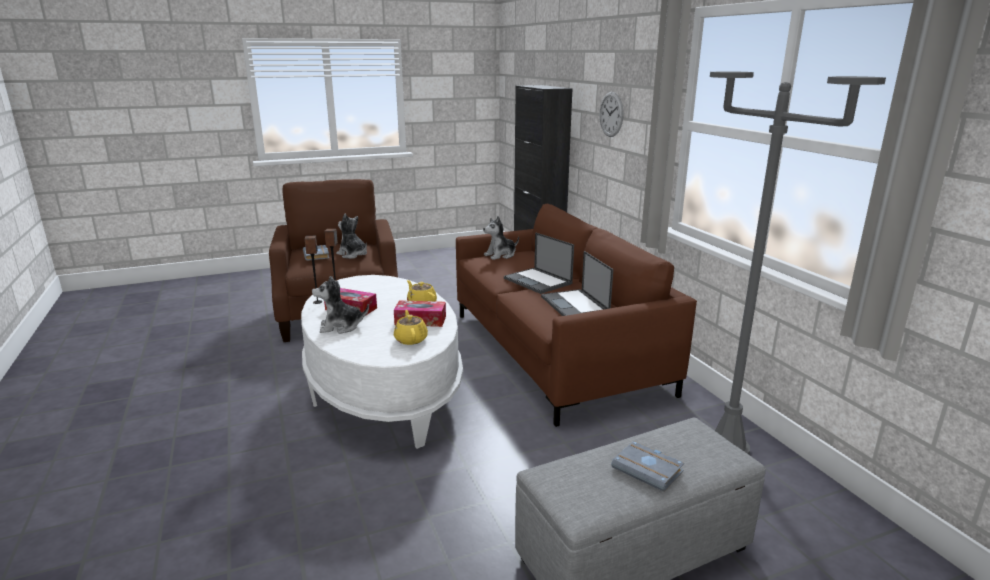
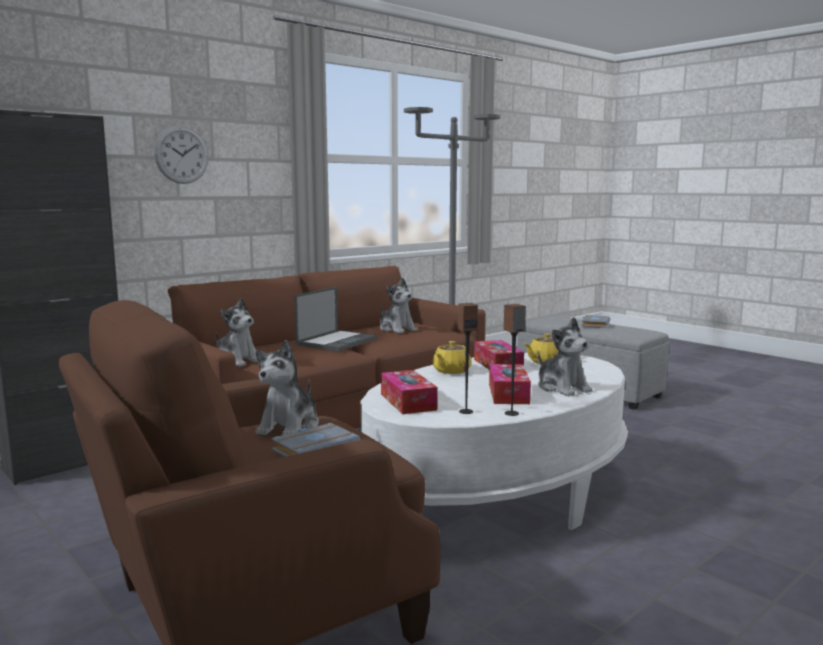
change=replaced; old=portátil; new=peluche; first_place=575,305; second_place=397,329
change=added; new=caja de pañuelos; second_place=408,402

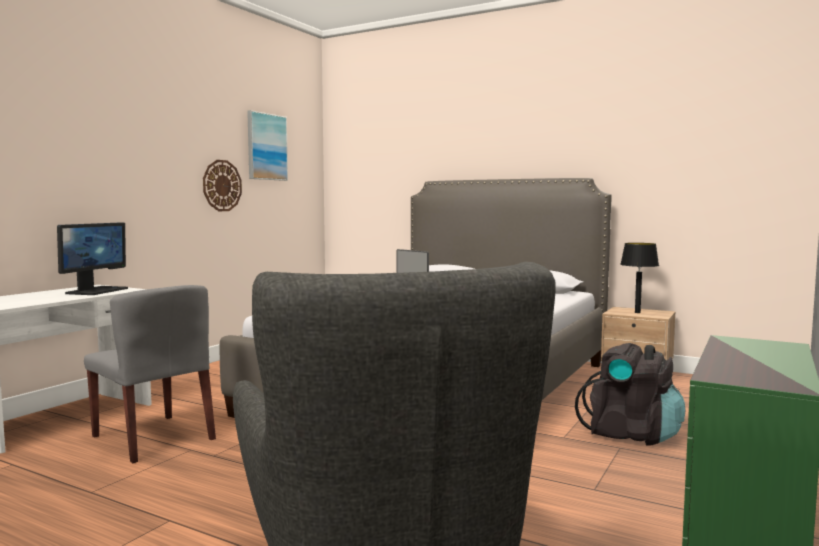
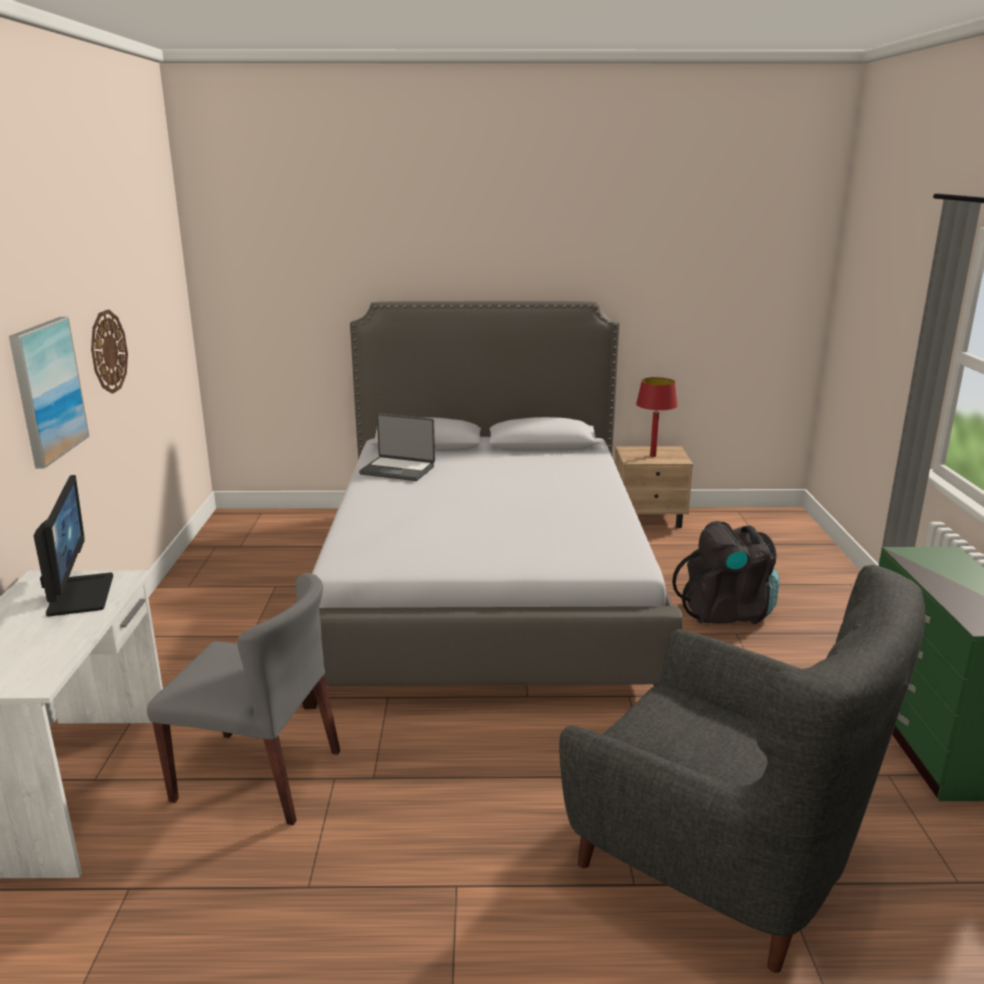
change=moved; old=cuadro; first_place=266,147; second_place=48,390
change=recoloured; old=lámpara de mesa/negro; new=lámpara de mesa/rojo; first_place=637,312; second_place=653,456

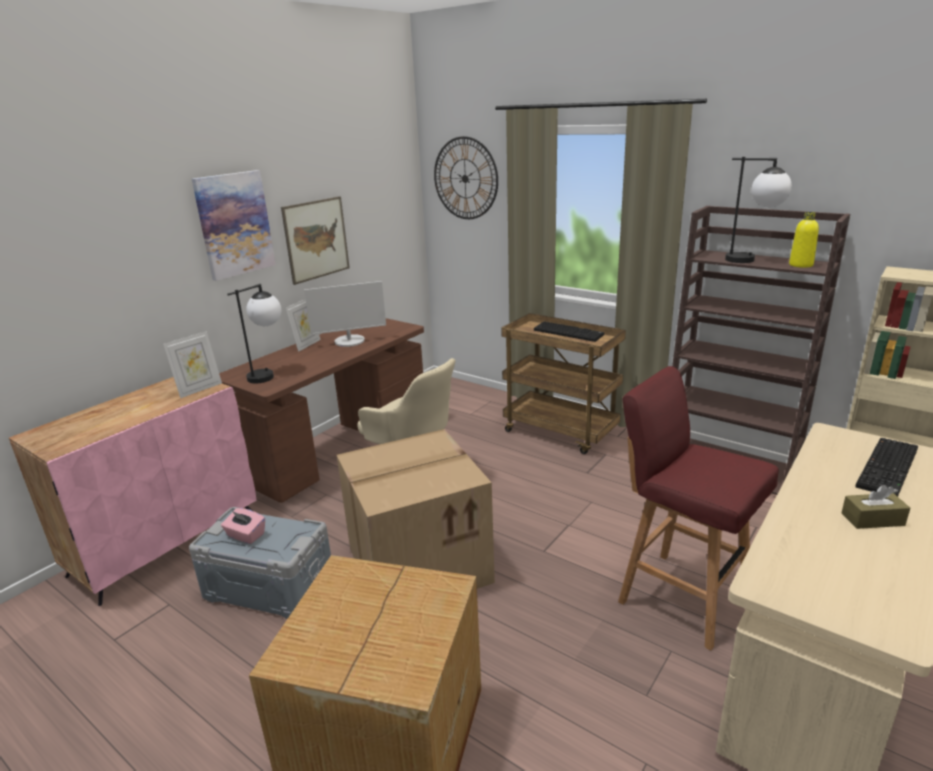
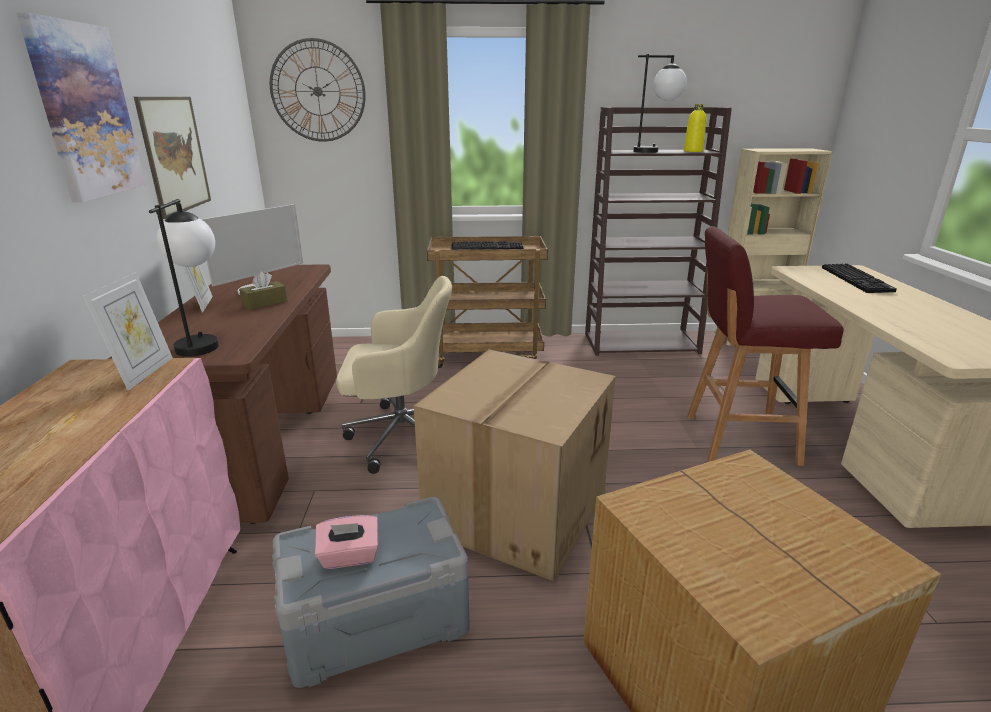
change=moved; old=caja de pañuelos/marrón; first_place=872,519; second_place=265,303

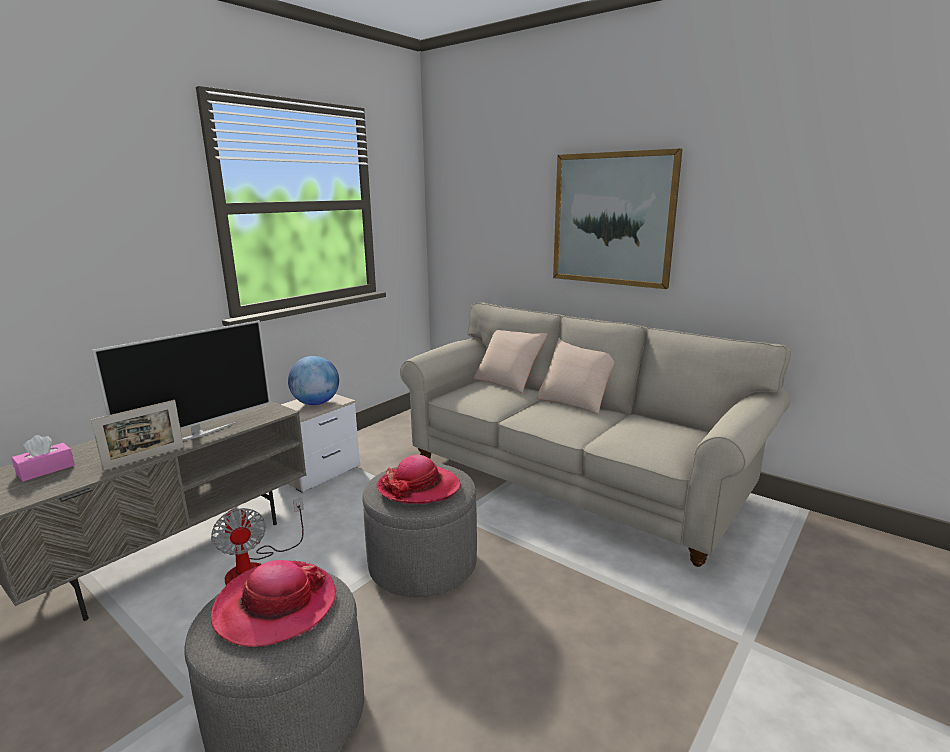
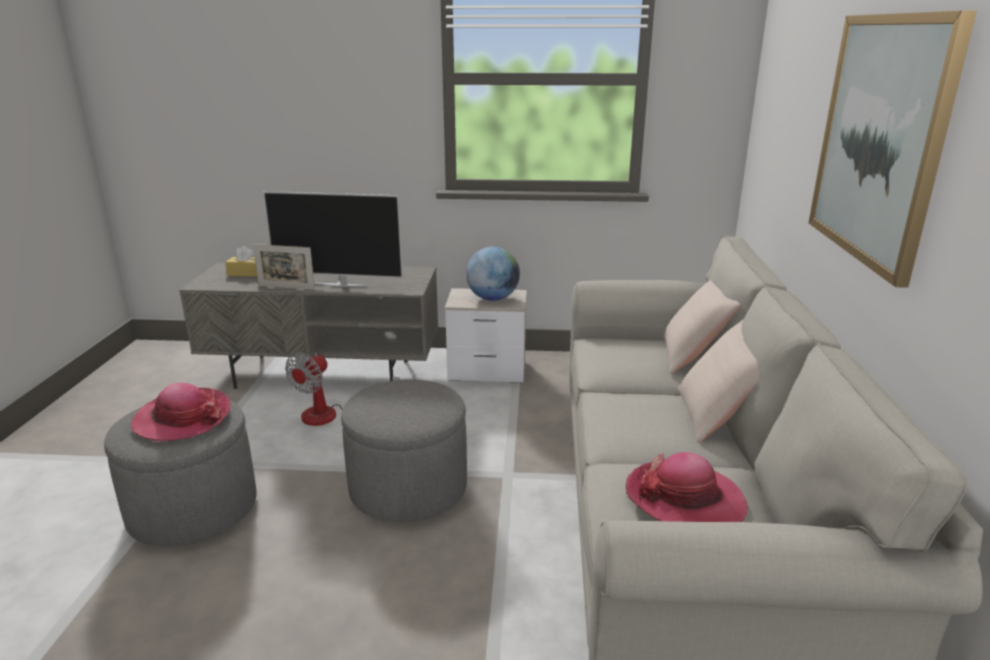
change=recoloured; old=caja de pañuelos/rosa; new=caja de pañuelos/amarillo; first_place=46,470; second_place=246,273
change=moved; old=sombrero; first_place=418,488; second_place=685,500

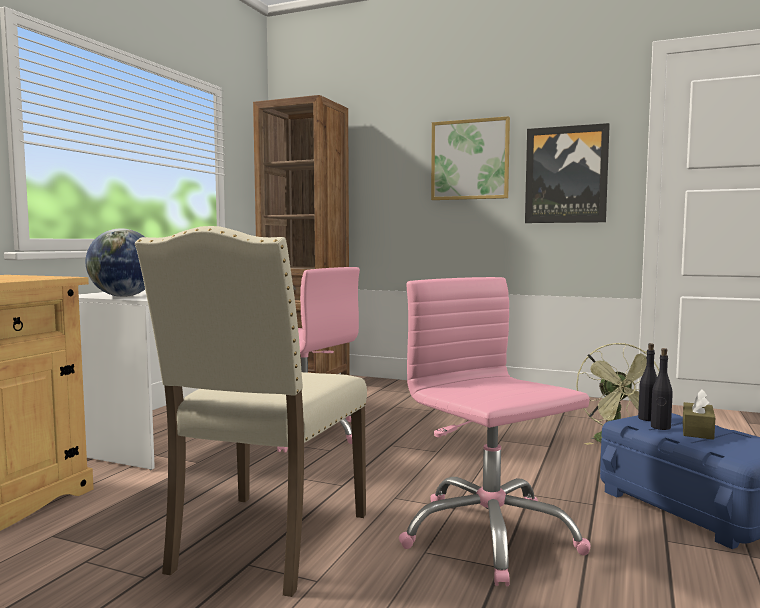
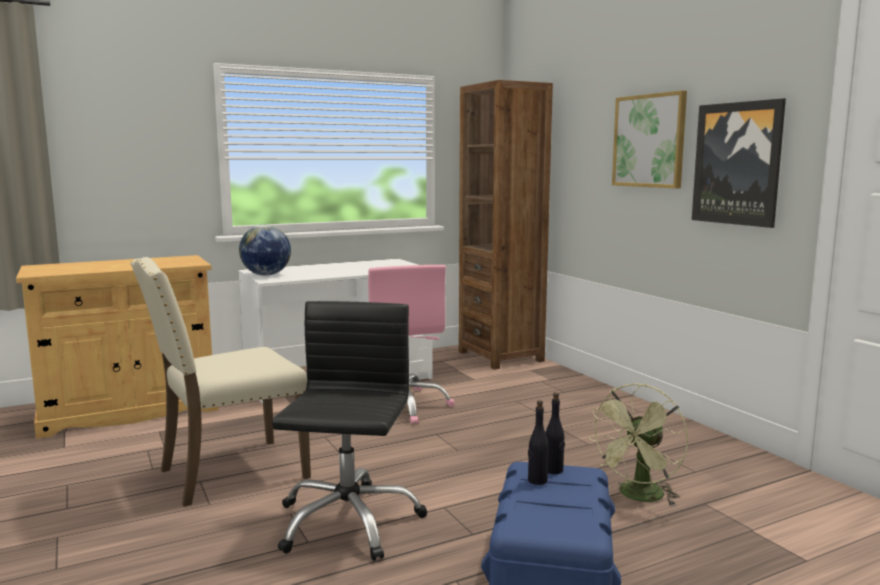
change=recoloured; old=silla de oficina/rosa; new=silla de oficina/negro; first_place=489,535; second_place=347,521
change=removed; old=caja de pañuelos/marrón; first_place=697,430

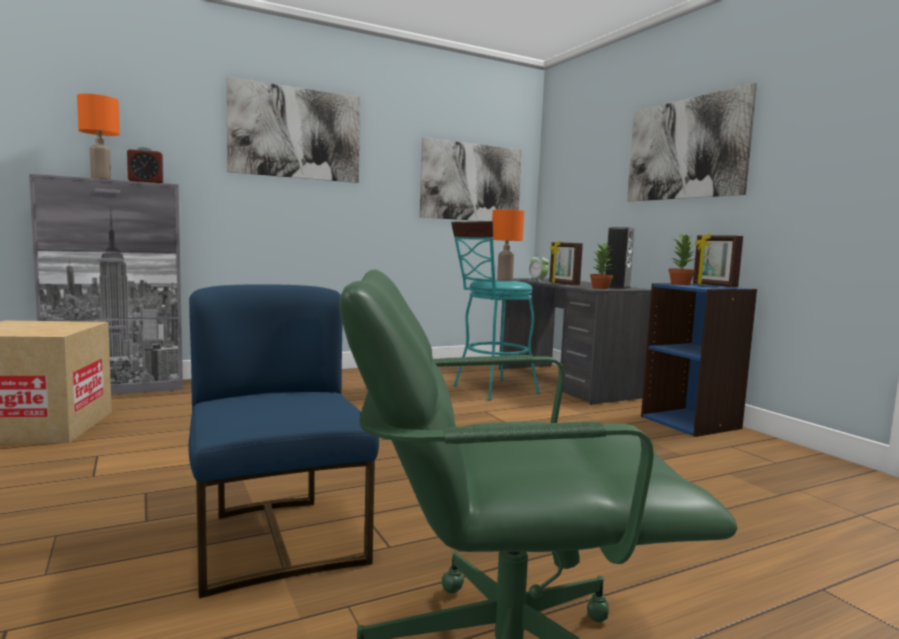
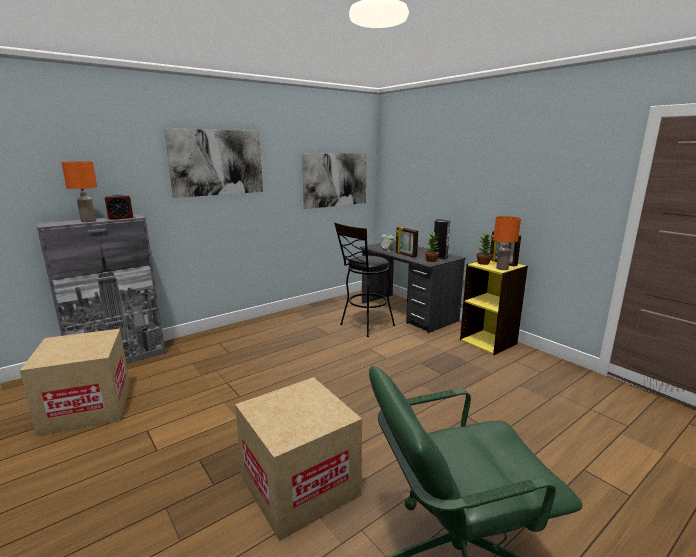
change=replaced; old=silla/azul; new=caja de cartón; first_place=278,540; second_place=300,486
change=recoloured; old=taburete/turquesa; new=taburete/negro; first_place=490,390; second_place=364,326
change=moved; old=lámpara de mesa/naranja; first_place=505,280; second_place=502,268
change=removed; old=cuadro; first_place=685,149
change=recoloured; old=estantería/azul; new=estantería/amarillo; first_place=691,422; second_place=488,342

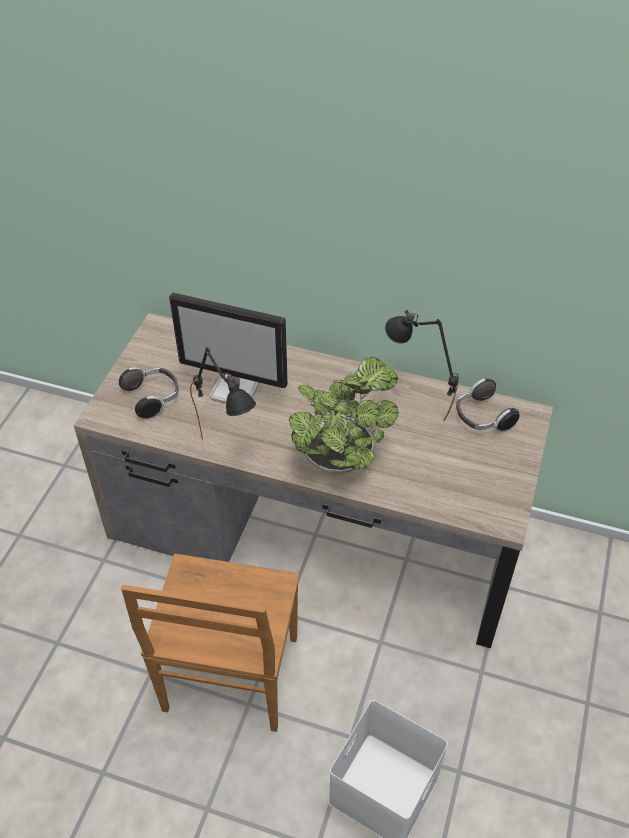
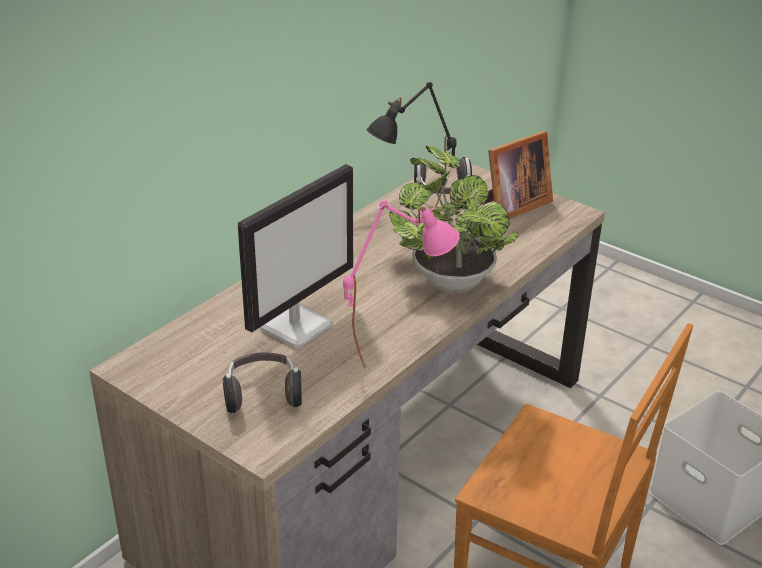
change=recoloured; old=lámpara de mesa/negro; new=lámpara de mesa/rosa; first_place=228,452; second_place=397,352
change=added; new=portarretratos; second_place=511,206

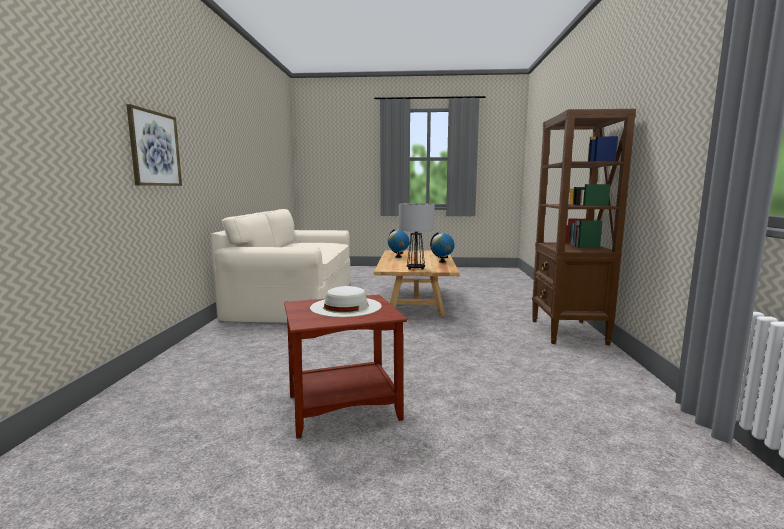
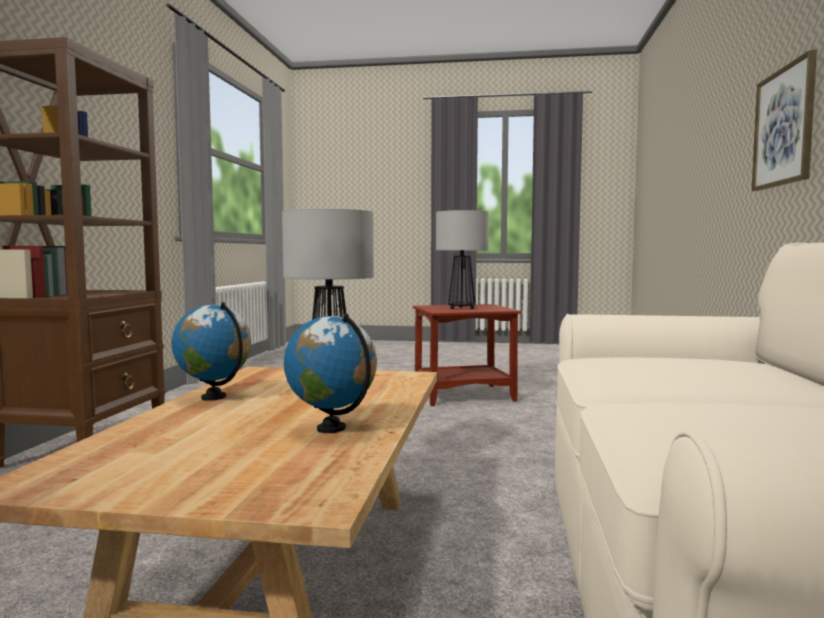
change=replaced; old=sombrero/blanco; new=lámpara de mesa; first_place=345,306; second_place=461,308

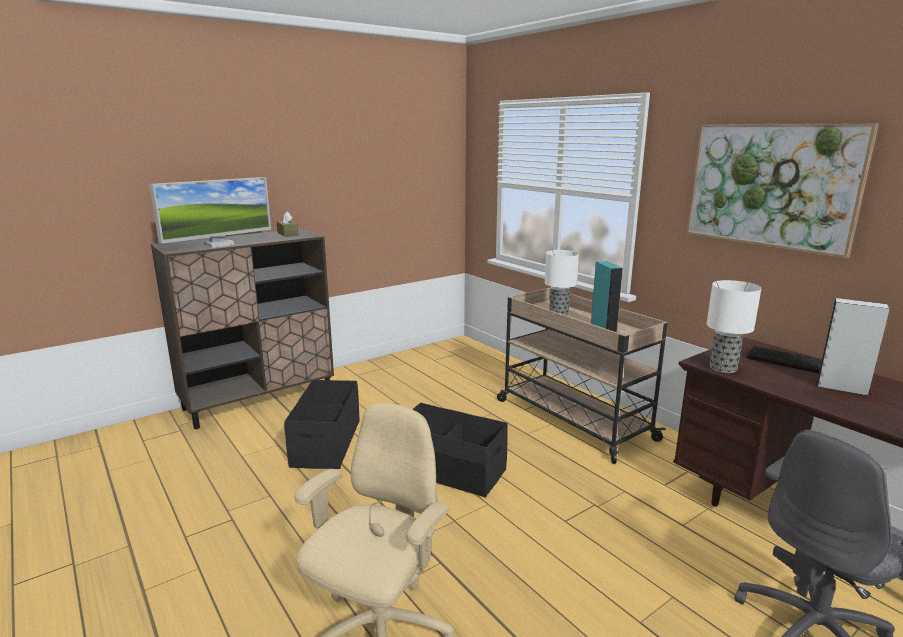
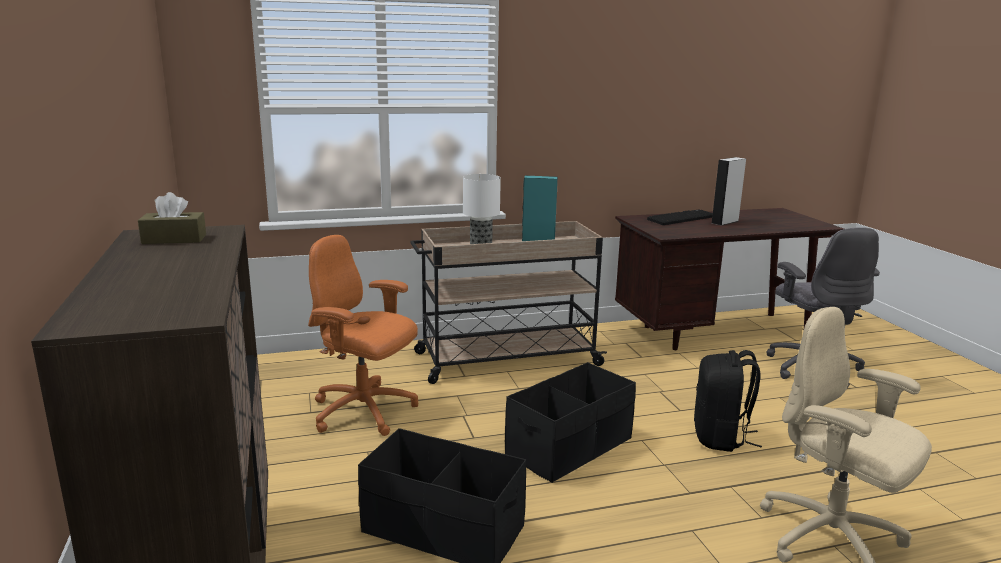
change=removed; old=monitor; first_place=219,244
change=removed; old=cuadro; first_place=771,185
change=removed; old=lámpara de mesa; first_place=723,367
change=added; new=silla de oficina/naranja; second_place=364,412
change=added; new=mochila/negro; second_place=720,438

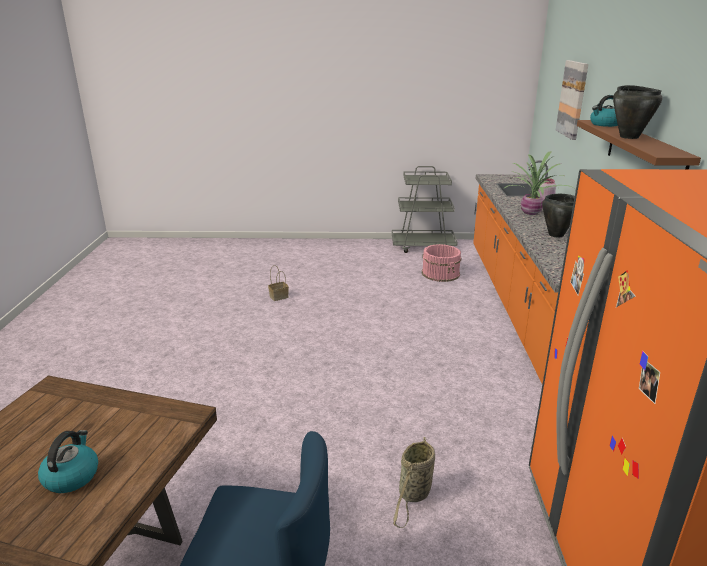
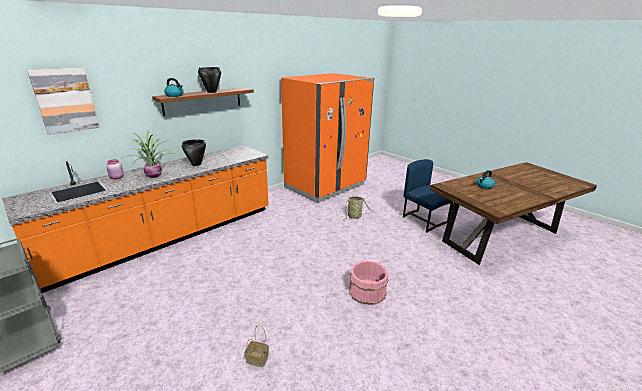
change=moved; old=cubo/rosa; first_place=441,273; second_place=367,291

